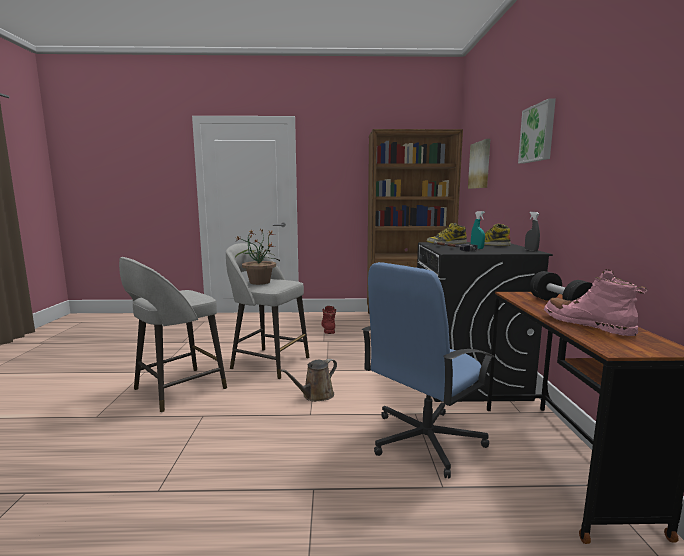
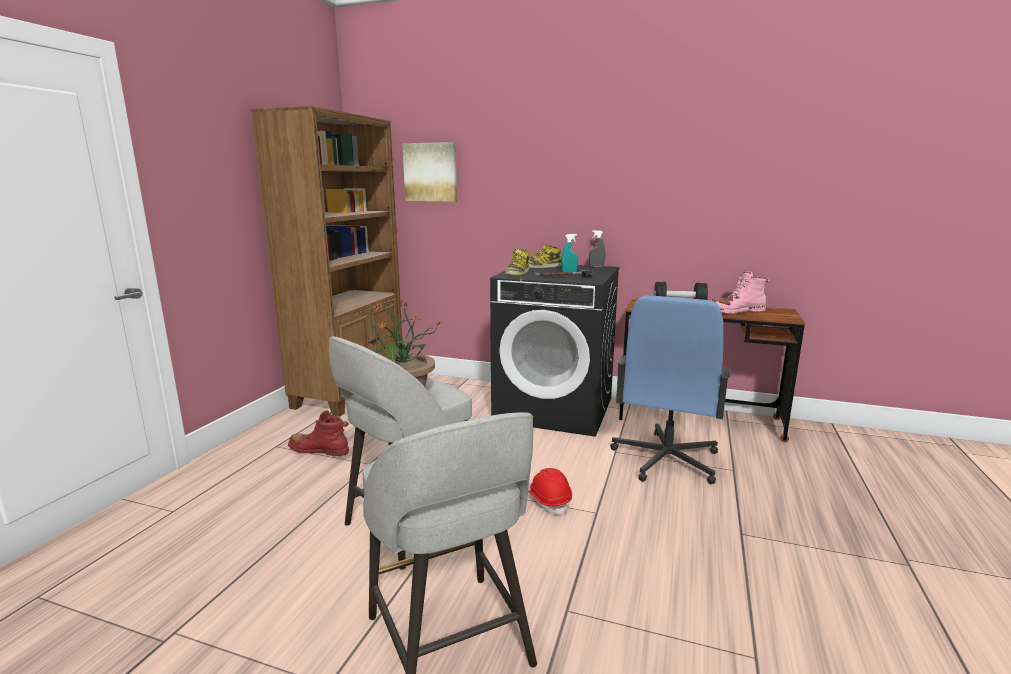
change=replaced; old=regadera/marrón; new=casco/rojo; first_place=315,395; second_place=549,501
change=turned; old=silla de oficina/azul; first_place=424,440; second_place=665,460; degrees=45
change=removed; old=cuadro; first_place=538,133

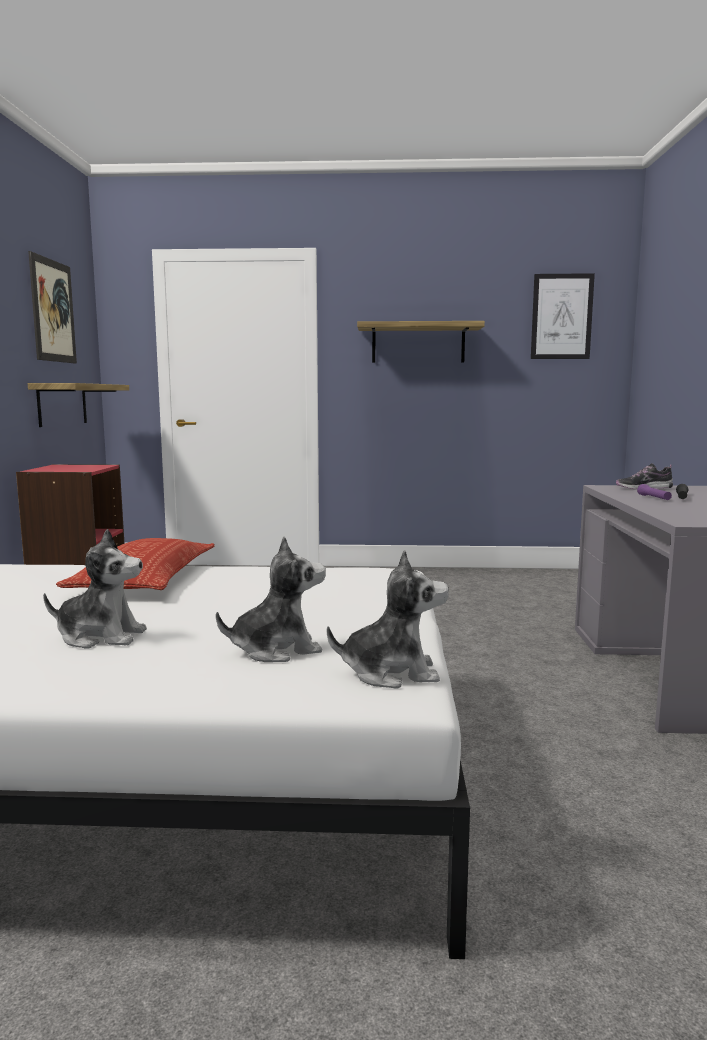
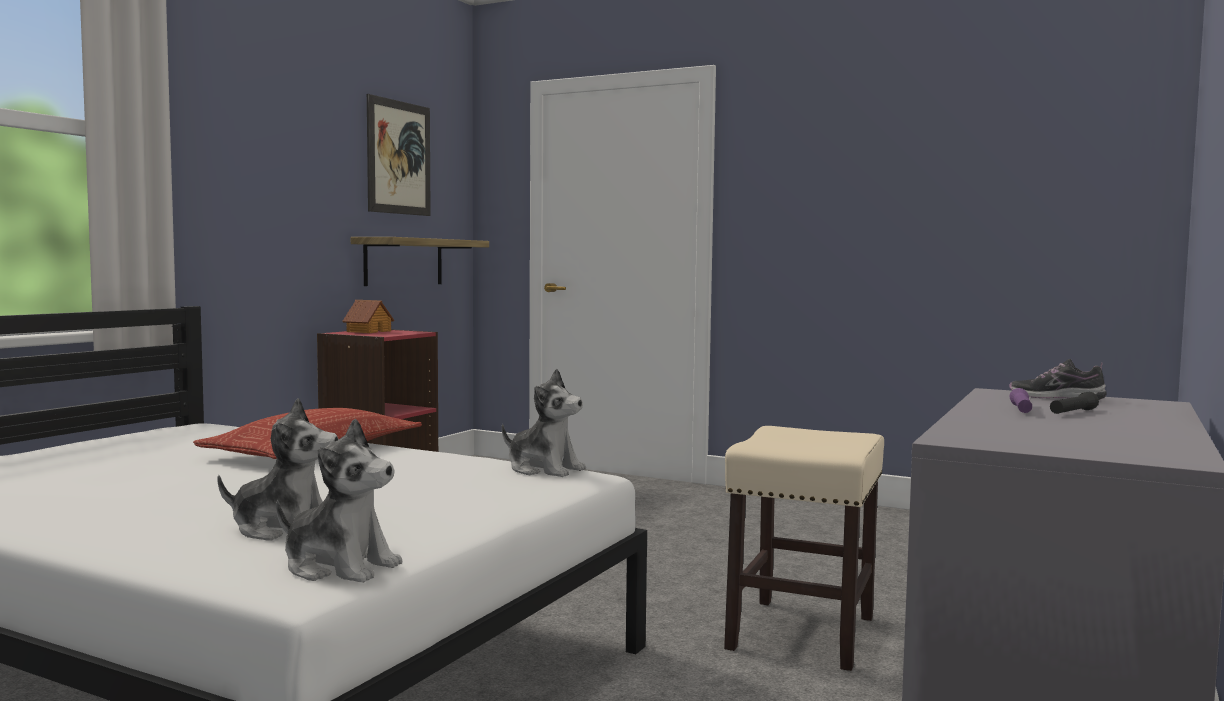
change=moved; old=peluche; first_place=101,636; second_place=544,469
change=removed; old=estante; first_place=418,343
change=removed; old=cuadro; first_place=561,316
change=added; new=casita; second_place=368,331
change=added; new=taburete/beis; second_place=802,632

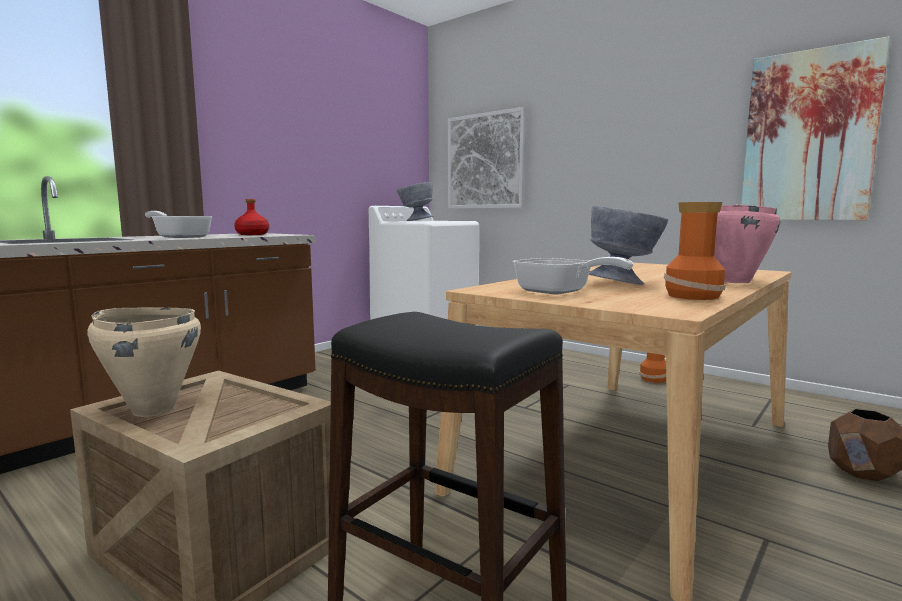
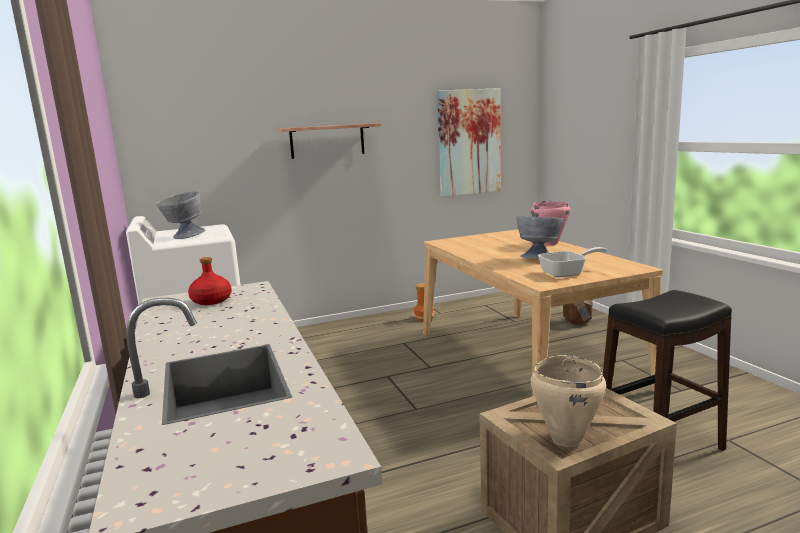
change=removed; old=sartén; first_place=180,237
change=removed; old=cuadro; first_place=485,161
change=removed; old=florero; first_place=691,296
change=added; new=estante; second_place=327,141

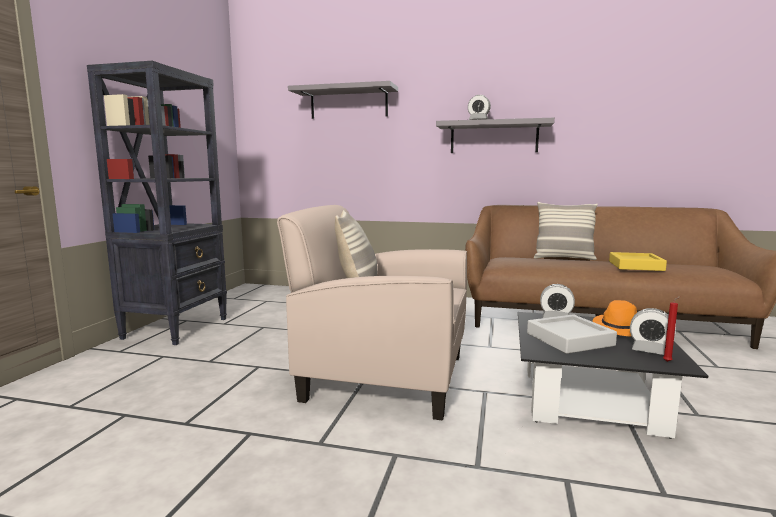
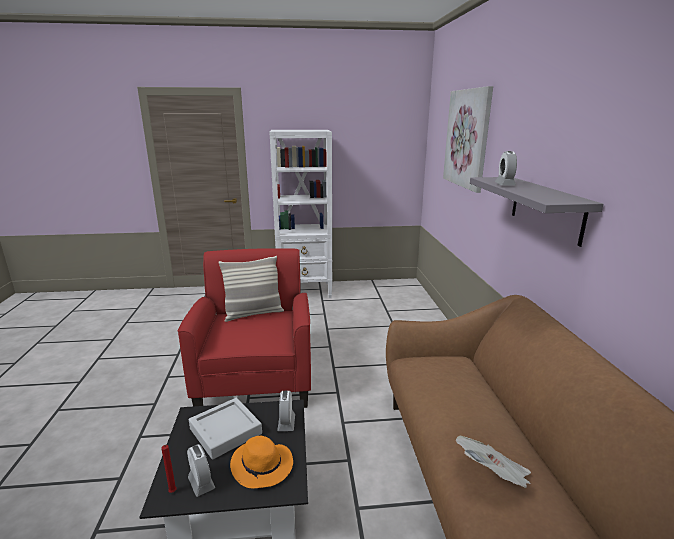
change=recoloured; old=estantería/negro; new=estantería/blanco; first_place=177,328; second_place=305,291
change=recoloured; old=sillón/beis; new=sillón/rojo; first_place=383,377; second_place=256,379
change=replaced; old=estante/gris; new=cuadro; first_place=349,103; second_place=467,138
change=removed; old=cojín; first_place=563,258
change=replaced; old=bandeja/amarillo; new=periódico; first_place=635,266; second_place=493,476
change=turned; old=despertador; first_place=649,350; second_place=201,483; degrees=135

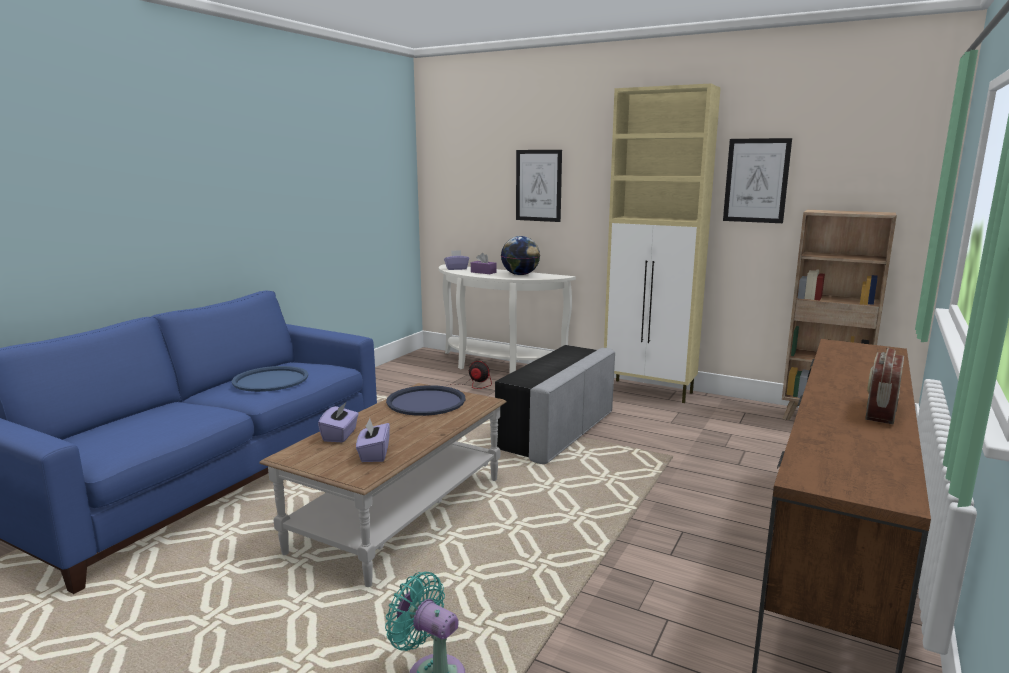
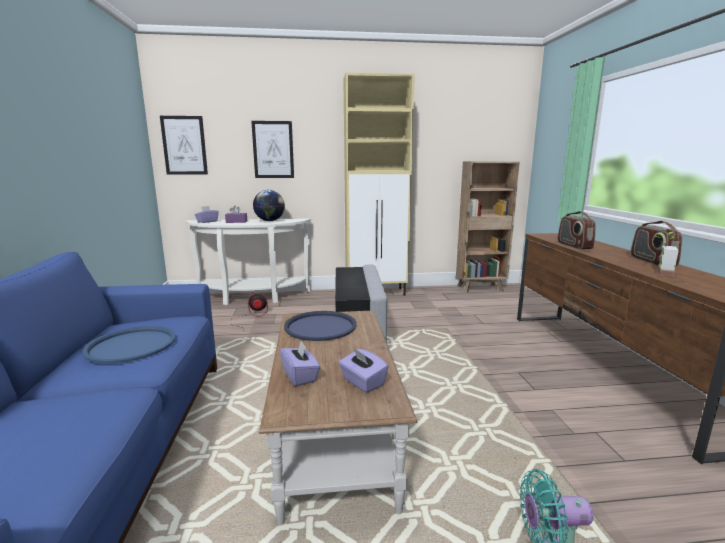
change=moved; old=cuadro; first_place=756,180; second_place=184,145
change=added; new=radio; second_place=574,246
change=added; new=planta en maceta; second_place=659,272

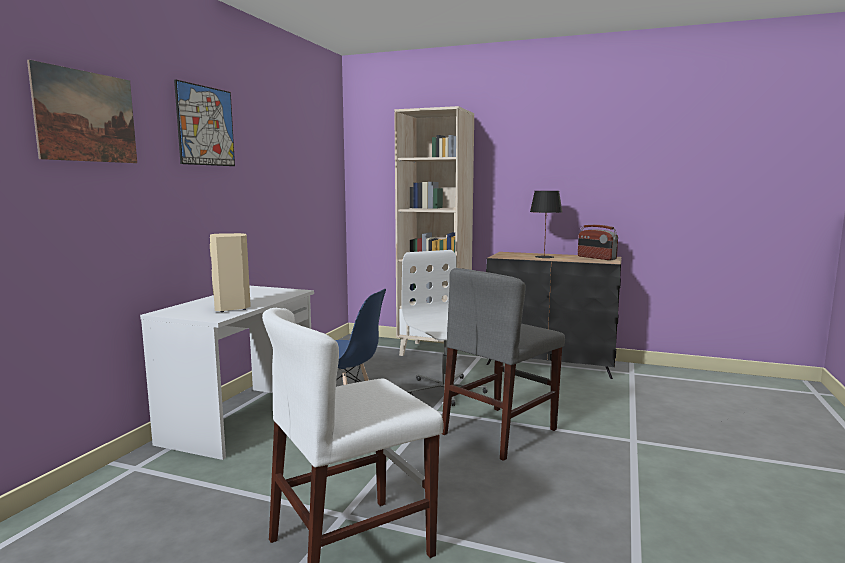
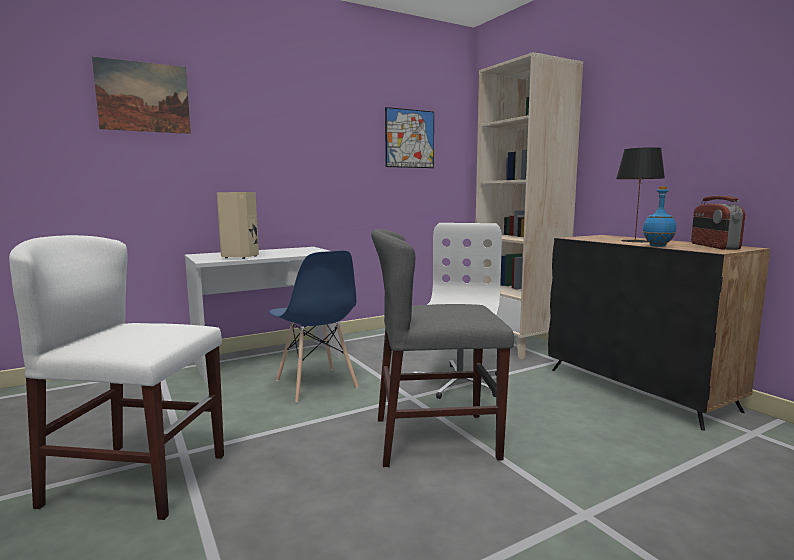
change=moved; old=cuadro; first_place=206,126; second_place=409,138
change=added; new=botella/azul; second_place=657,246

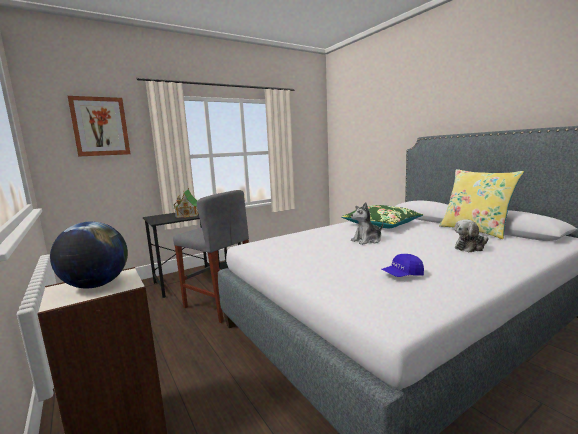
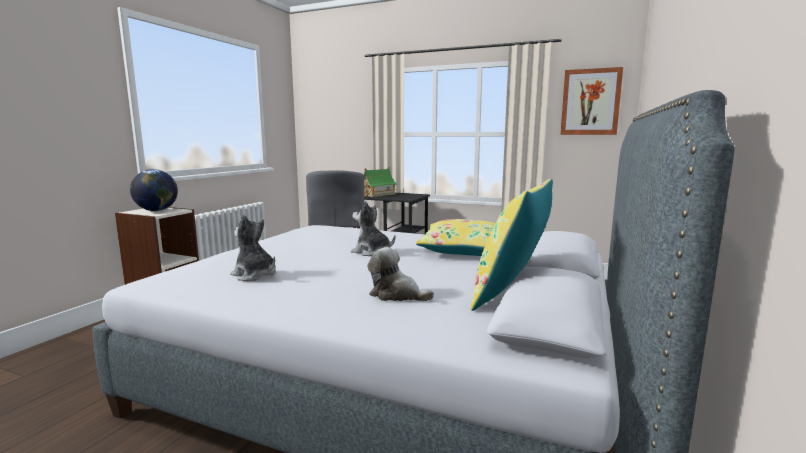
change=moved; old=cuadro; first_place=100,126; second_place=590,102
change=recoloured; old=cojín/verde; new=cojín/amarillo; first_place=381,224; second_place=465,250
change=replaced; old=gorra/azul; new=peluche; first_place=402,275; second_place=255,275

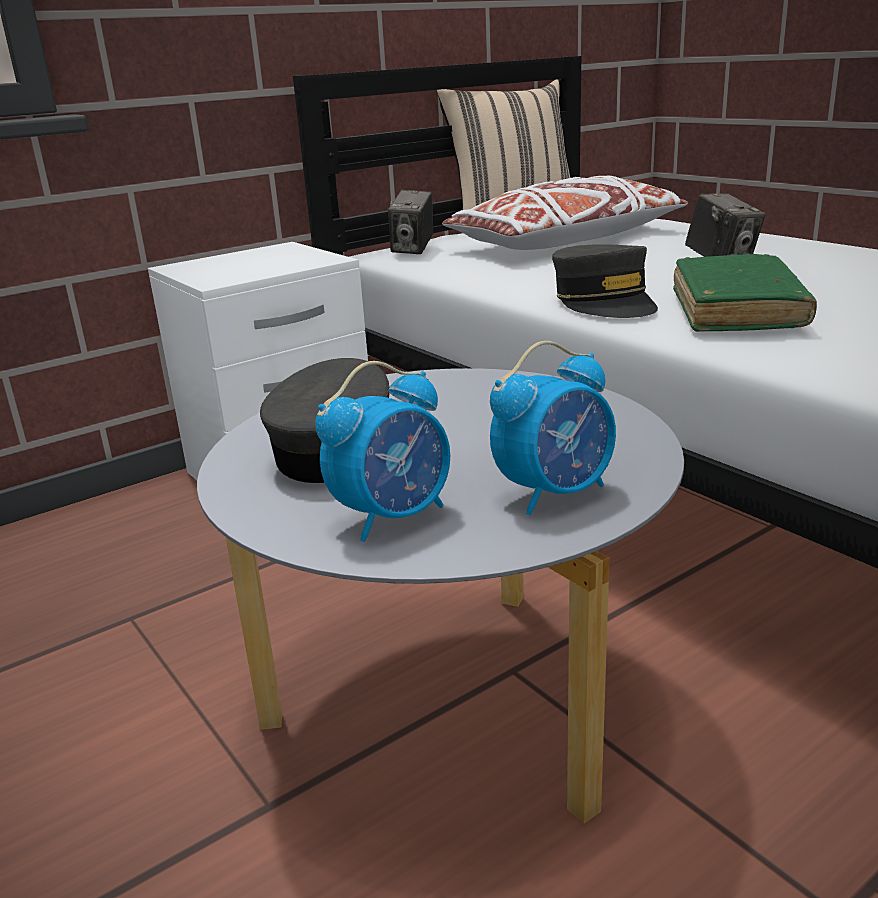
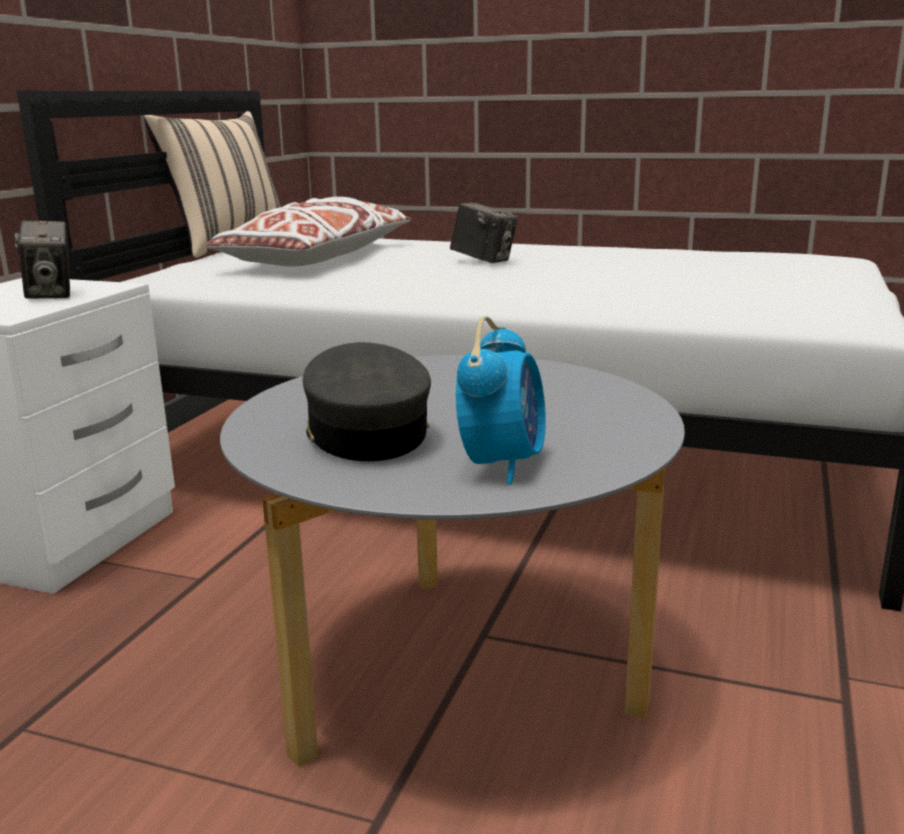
change=moved; old=cámara; first_place=413,250; second_place=51,294
change=removed; old=despertador; first_place=555,493
change=removed; old=gorra/gris; first_place=604,302
change=removed; old=libro/verde; first_place=736,311

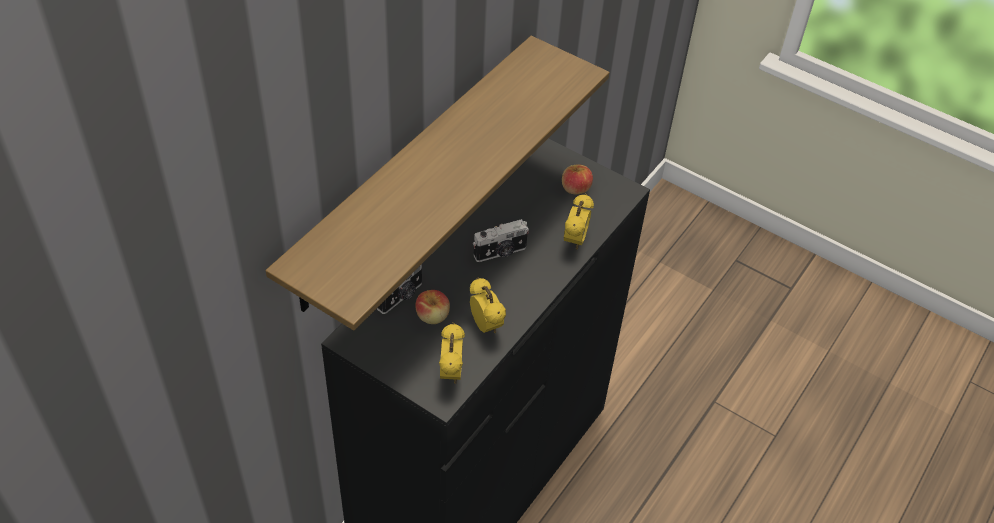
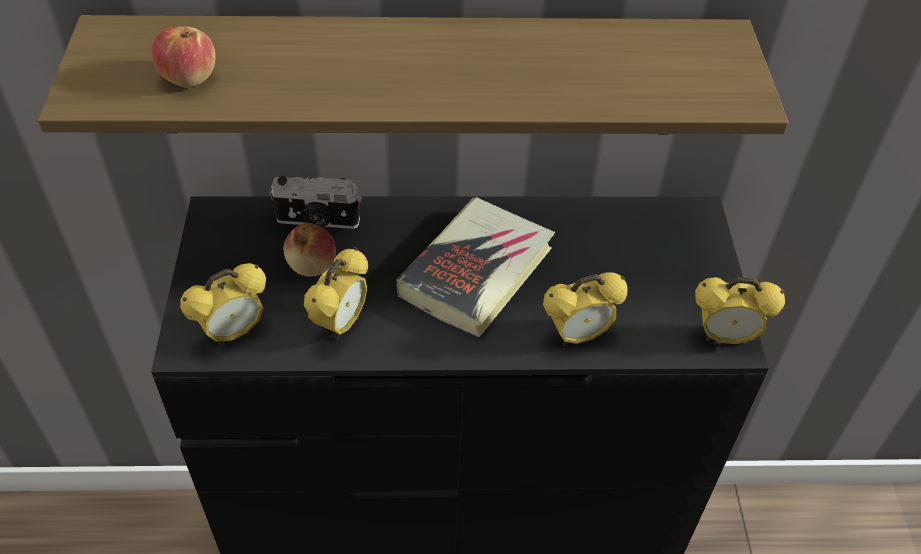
change=replaced; old=cámara; new=libro; first_place=500,253; second_place=476,272
change=moved; old=manzana; first_place=575,188; second_place=188,77
change=added; new=despertador; second_place=724,337

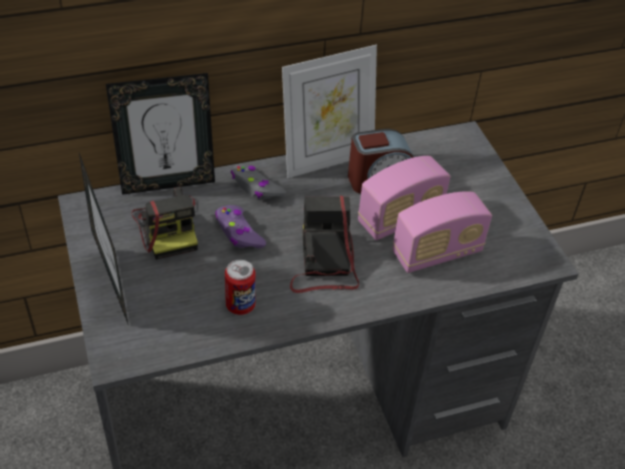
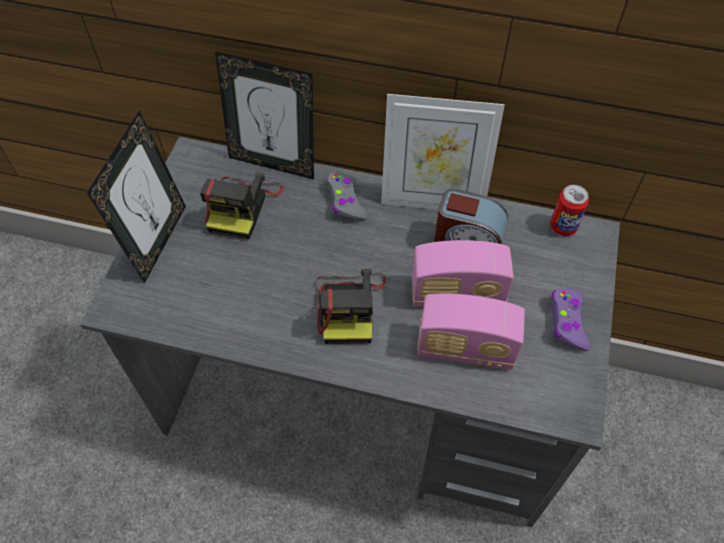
change=moved; old=mando de consola/morado; first_place=239,233; second_place=567,322
change=moved; old=lata; first_place=240,305; second_place=563,227
change=turned; old=cámara; first_place=324,263; second_place=349,306; degrees=150

